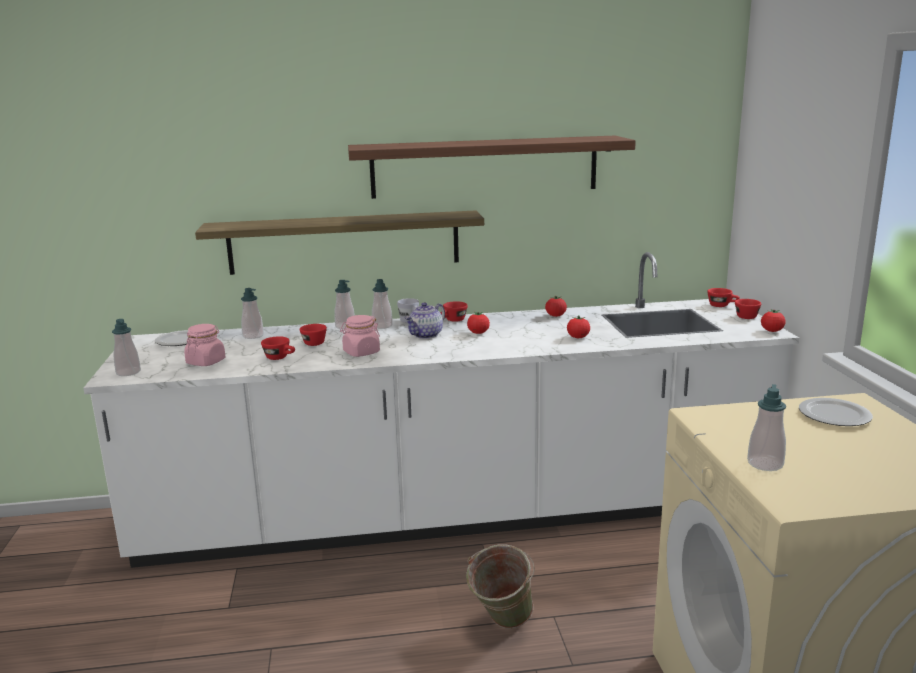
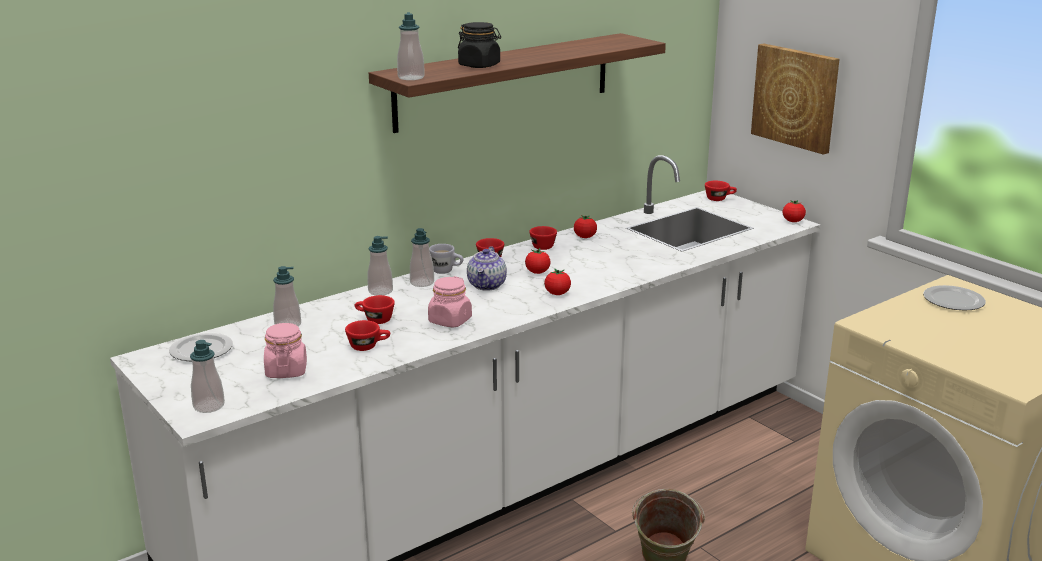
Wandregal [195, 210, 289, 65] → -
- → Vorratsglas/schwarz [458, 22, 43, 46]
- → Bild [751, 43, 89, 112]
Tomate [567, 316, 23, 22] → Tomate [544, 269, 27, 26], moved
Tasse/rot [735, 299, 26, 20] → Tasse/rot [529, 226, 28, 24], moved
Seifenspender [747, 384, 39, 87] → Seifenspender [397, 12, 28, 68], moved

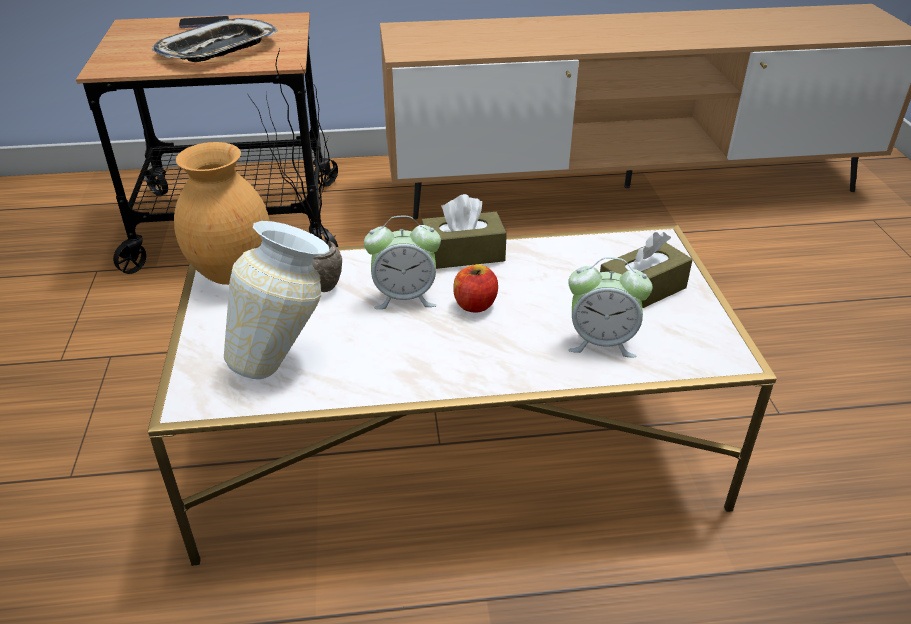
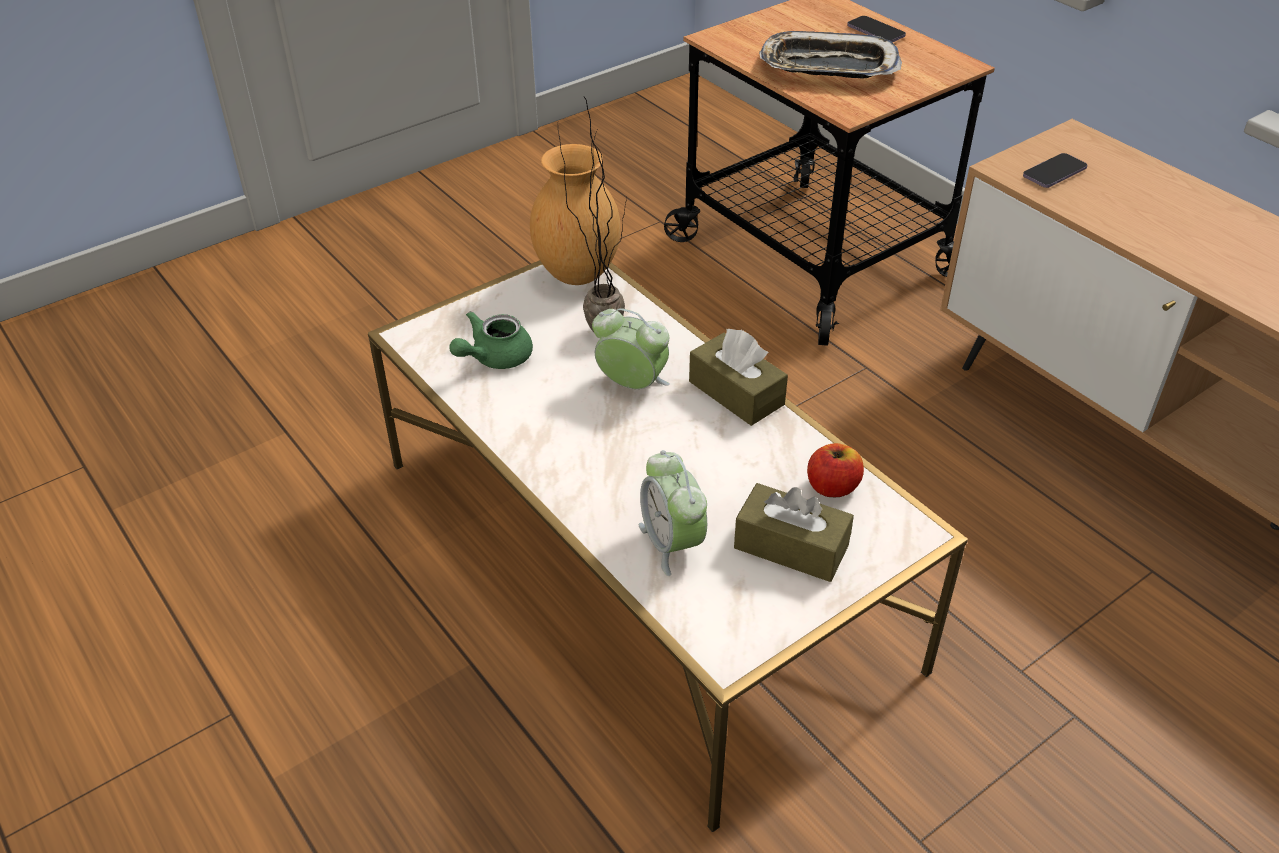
- → Handy [1023, 153, 64, 35]
Apfel [453, 265, 45, 48] → Apfel [807, 443, 57, 54], moved
Vase [224, 221, 106, 158] → Teekanne/grün [449, 311, 84, 58]
Wecker [364, 216, 77, 93] → Wecker [592, 308, 78, 81], 150 degrees clockwise

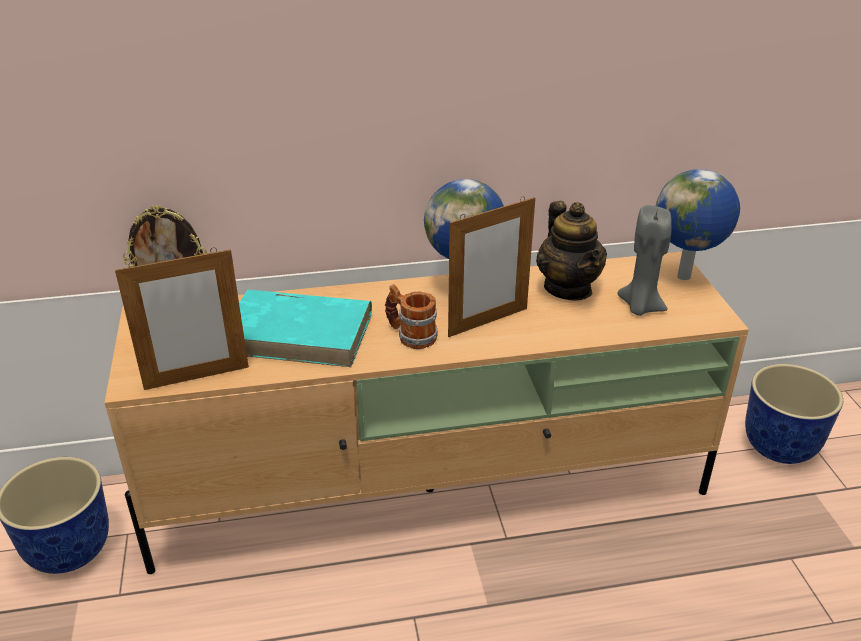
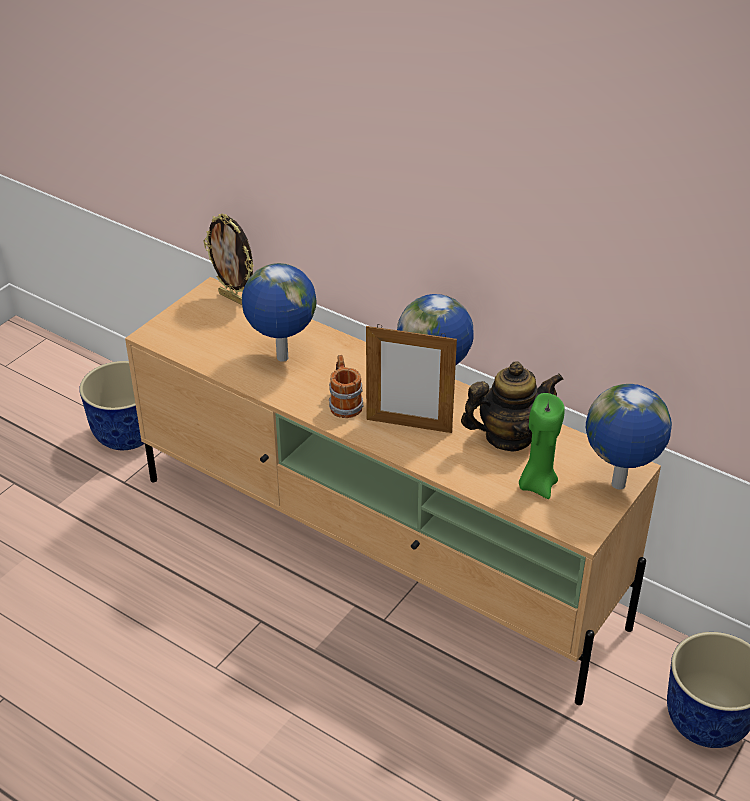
Bilderrahmen [115, 248, 134, 142] → -
Buch/türkis [239, 290, 133, 77] → Globus [242, 263, 75, 99]
Kerze/grau [617, 205, 55, 111] → Kerze/grün [519, 393, 46, 106]
Teekanne [536, 201, 71, 100] → Teekanne [461, 361, 103, 90], 135 degrees counterclockwise

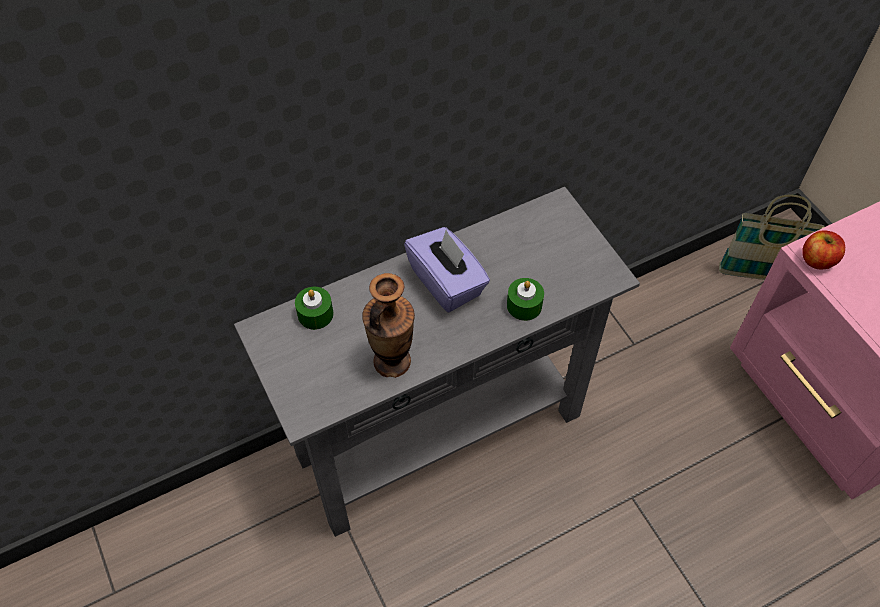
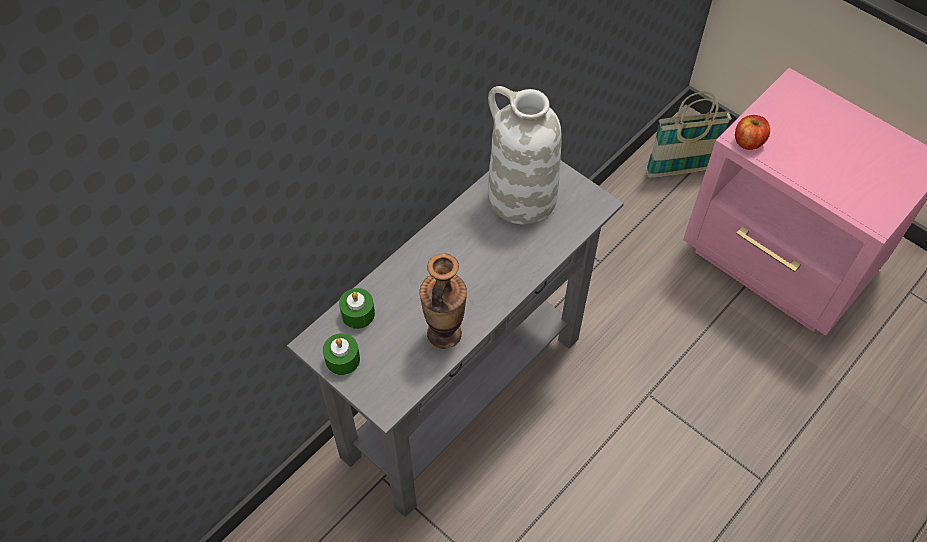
Taschentuchbox/lila [404, 227, 86, 85] → -
- → Vase/weiß [488, 86, 74, 138]
Kerze/grün [507, 278, 37, 43] → Kerze/grün [323, 333, 37, 42], moved

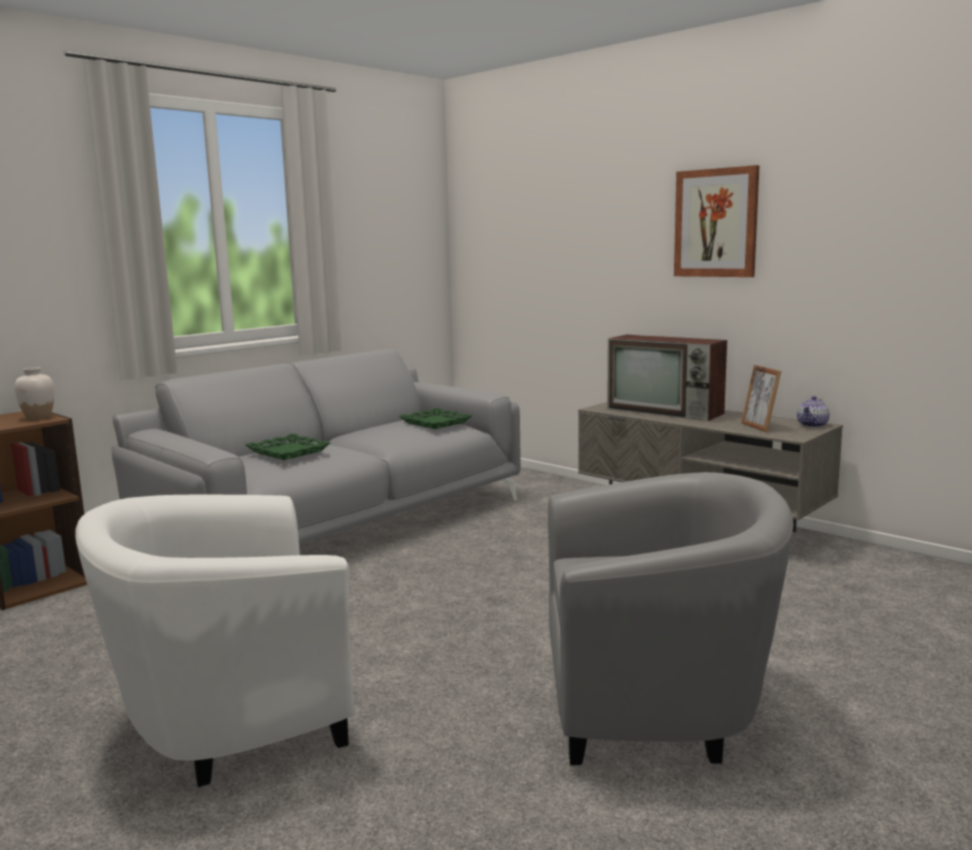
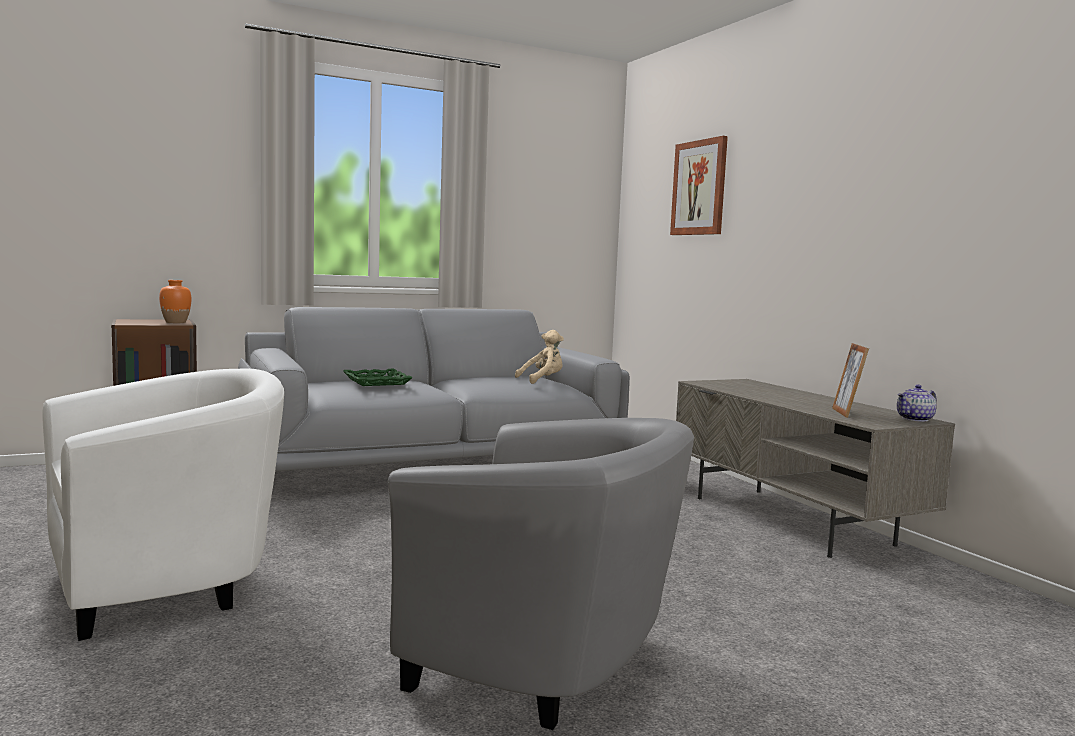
Fernseher [607, 335, 120, 86] → -
Bild [674, 165, 85, 112] → Bild [670, 136, 58, 99], moved
Tablett/grün [399, 408, 74, 21] → Plüschtier/beige [515, 330, 49, 54]
Vase/weiß [15, 367, 39, 52] → Vase/orange [159, 280, 32, 43]
Sessel/weiß [75, 495, 279, 292] → Sessel/weiß [42, 369, 242, 272], 150 degrees clockwise

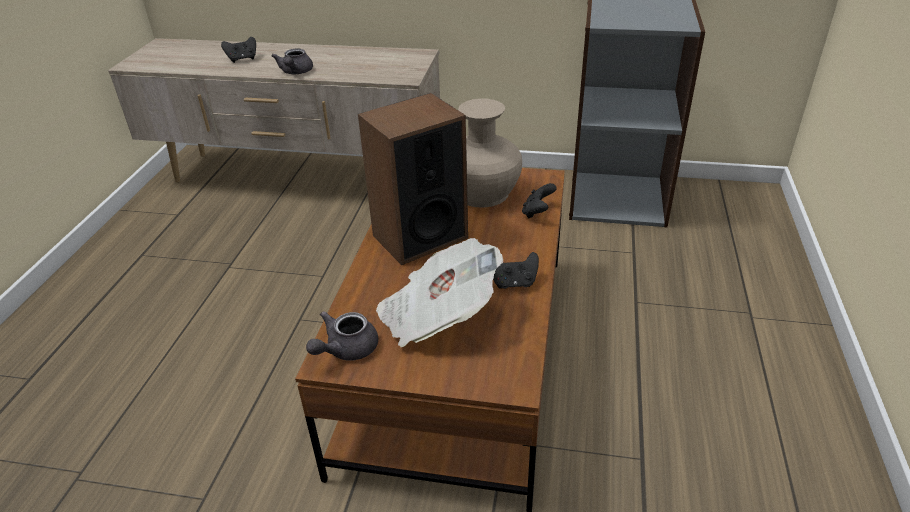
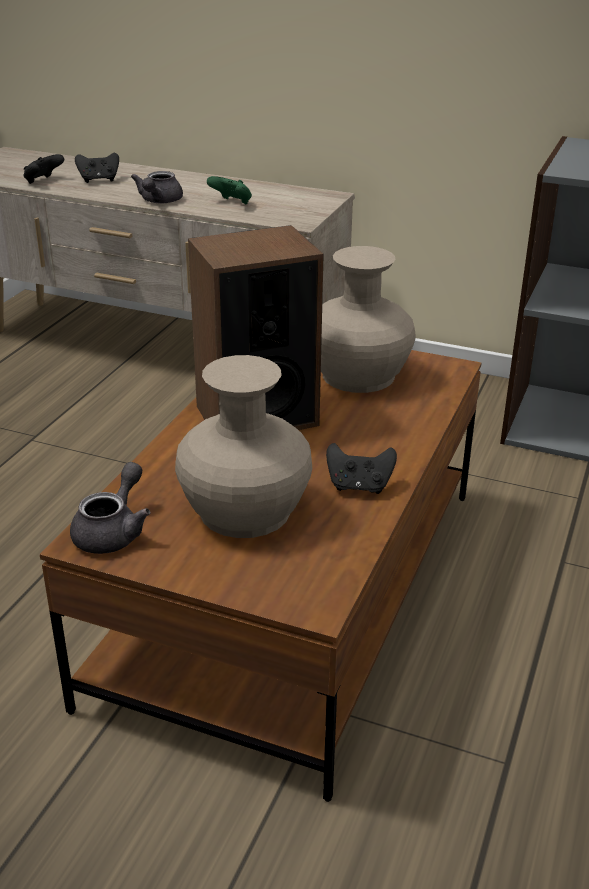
- → Gamepad/grün [207, 176, 45, 28]
Gamepad/schwarz [522, 183, 35, 35] → Gamepad/schwarz [23, 154, 41, 30], moved
Zeitung [376, 238, 127, 109] → Vase/beige [175, 355, 137, 183]
Teekanne/grau [306, 311, 72, 50] → Teekanne/grau [70, 462, 81, 92], 150 degrees clockwise

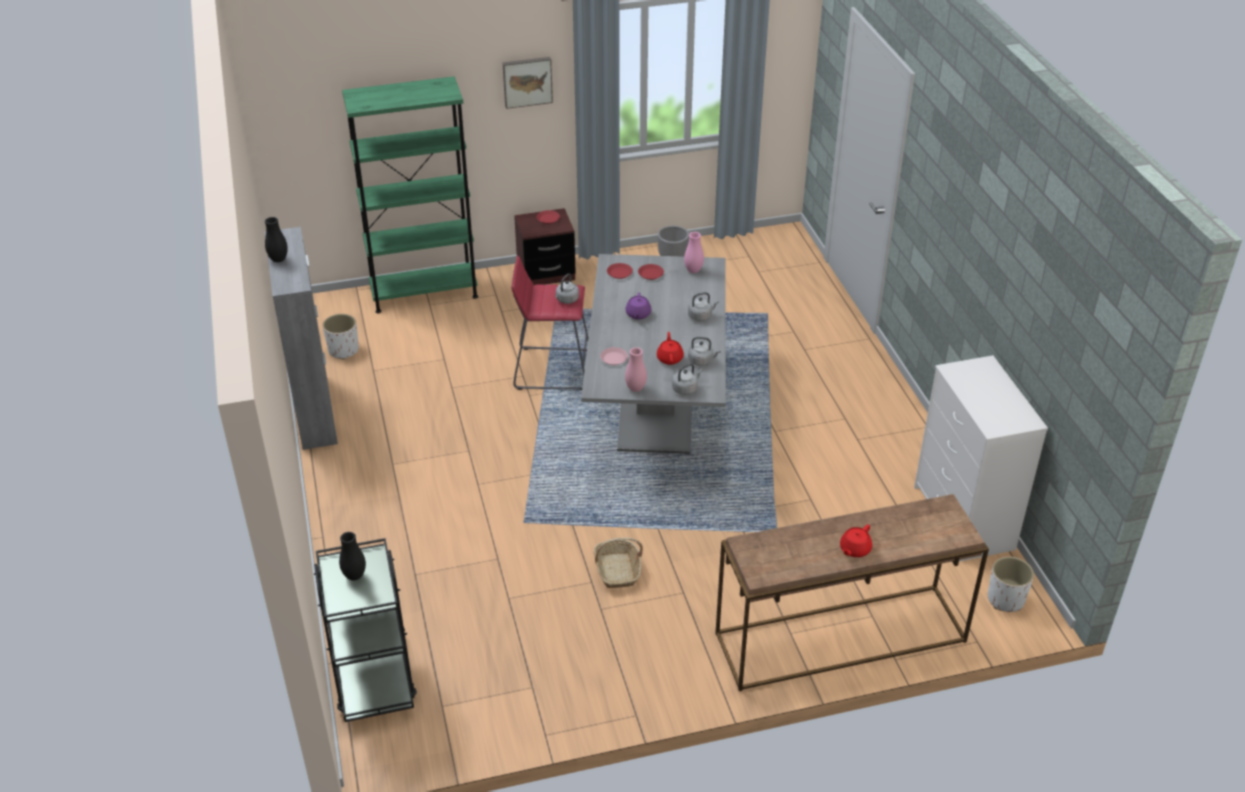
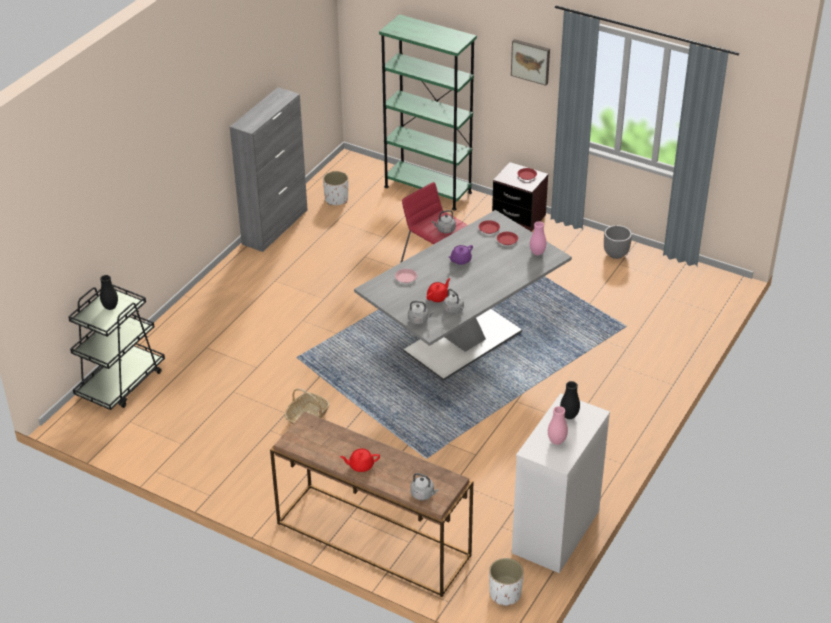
Vase/schwarz [265, 217, 23, 45] → Vase/schwarz [560, 381, 20, 38], moved
Vase/rosa [625, 347, 22, 45] → Vase/rosa [548, 406, 20, 39], moved
Wasserkessel/grau [688, 292, 31, 29] → Wasserkessel/grau [410, 473, 29, 27], moved

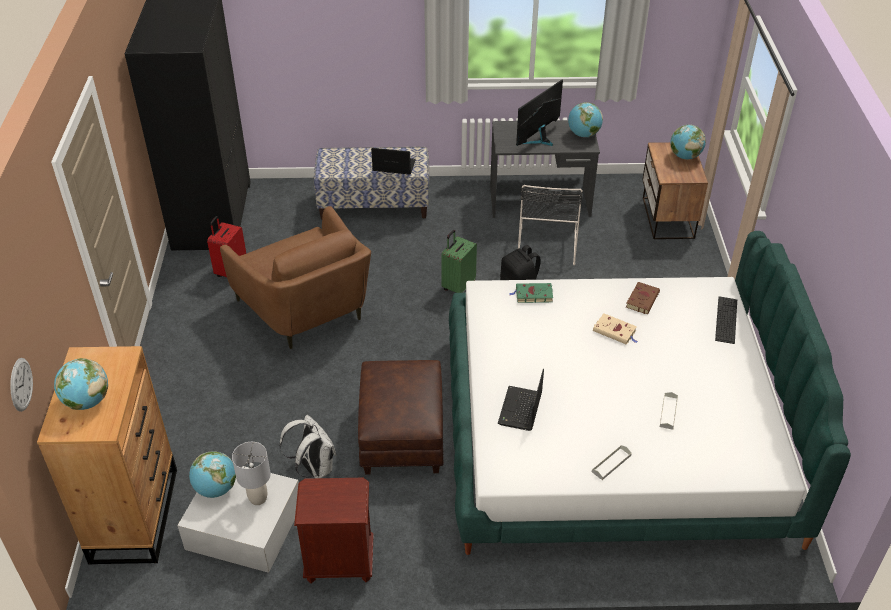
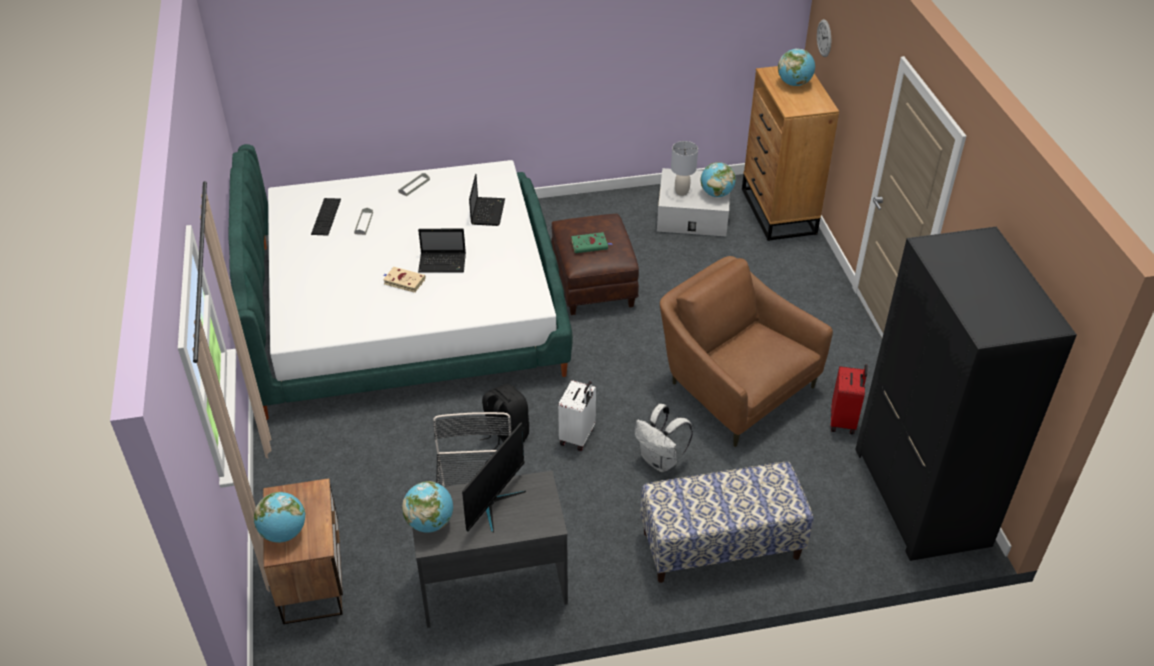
Nachttisch/braun [294, 478, 80, 105] → -
Buch/braun [626, 282, 34, 32] → -
Rucksack/weiß [279, 415, 57, 63] → Rucksack/weiß [634, 404, 59, 68], moved
Laptop [371, 148, 45, 27] → Laptop [418, 229, 48, 44], moved
Buch/grün [510, 283, 43, 20] → Buch/grün [571, 232, 42, 21], moved
Tastatur [715, 296, 22, 48] → Tastatur [311, 198, 30, 38], moved
Koffer/grün [441, 230, 36, 63] → Koffer/weiß [558, 380, 38, 71]

